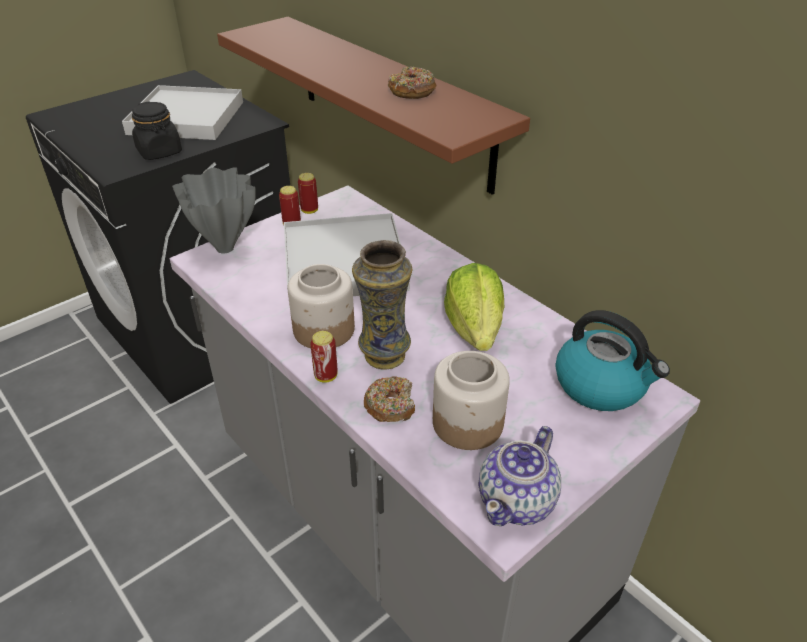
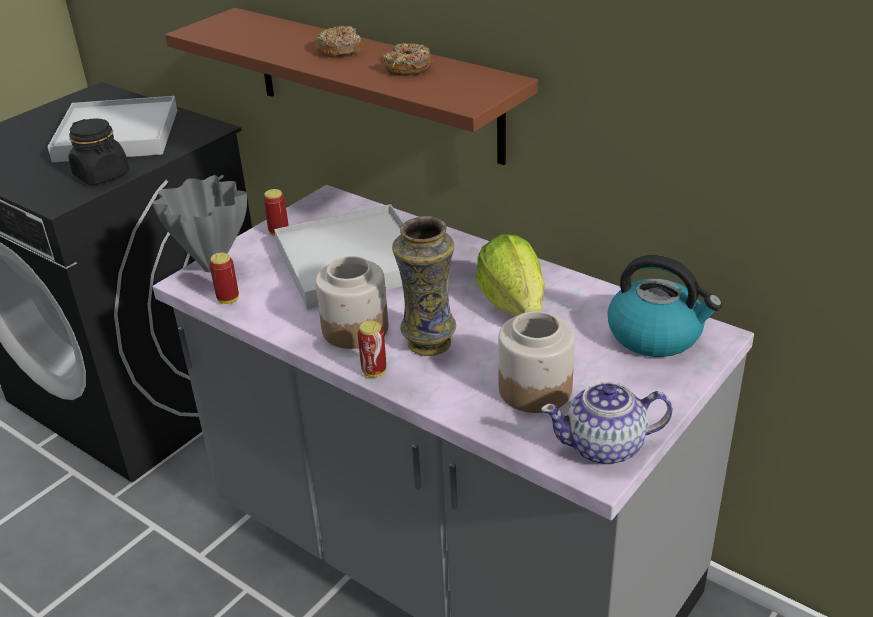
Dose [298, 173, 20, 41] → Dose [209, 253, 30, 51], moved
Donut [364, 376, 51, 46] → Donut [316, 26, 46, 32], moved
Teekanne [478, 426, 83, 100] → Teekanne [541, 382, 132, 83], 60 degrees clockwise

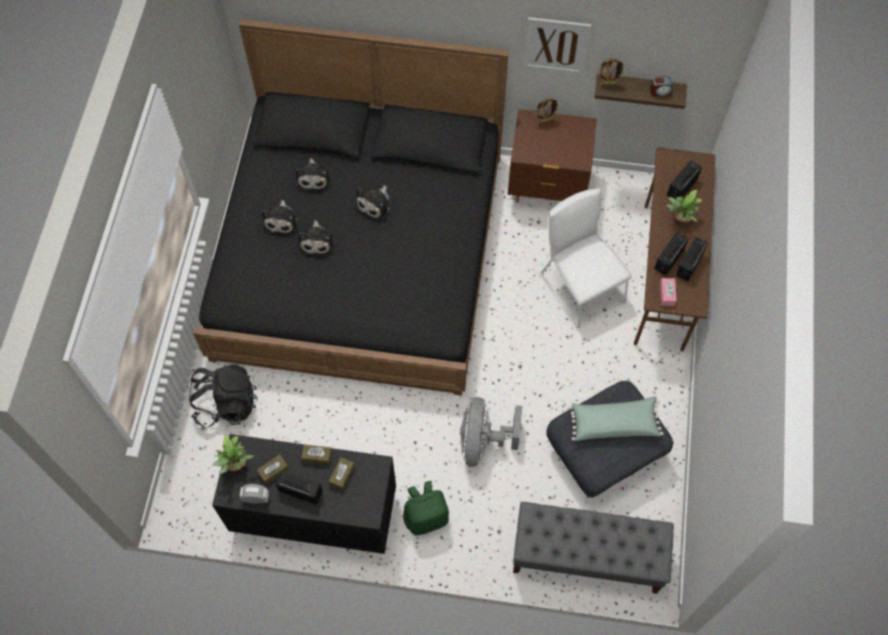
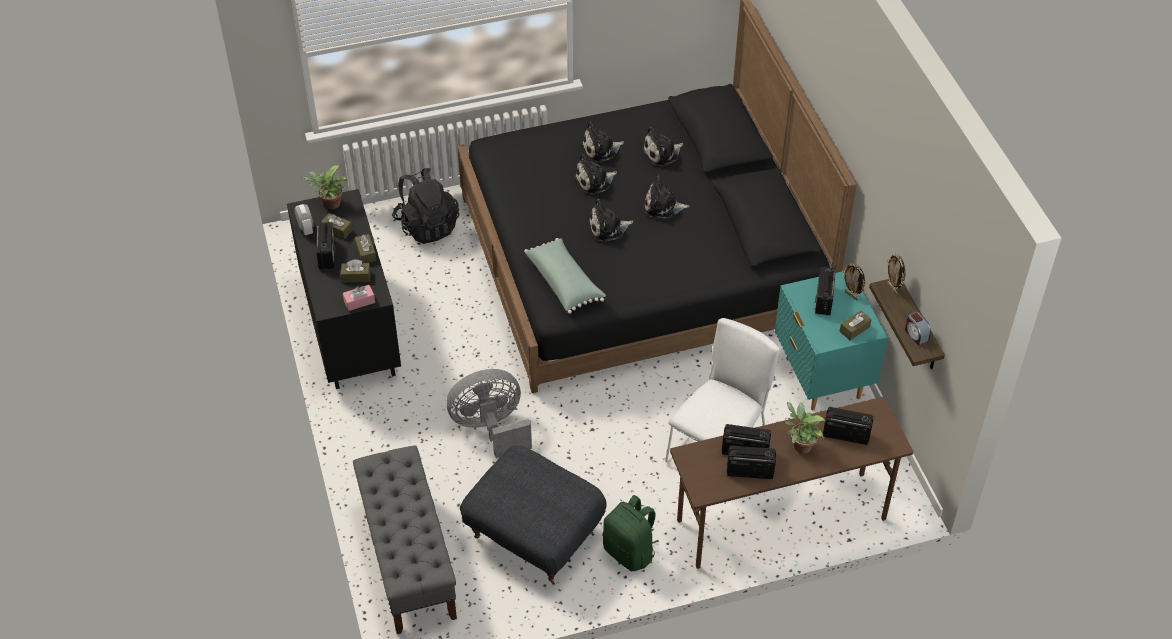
Bild [523, 17, 68, 58] → -
- → Plüschtier [589, 199, 44, 43]
- → Radio [815, 267, 21, 48]
- → Taschentuchbox/braun [840, 311, 32, 29]
Rucksack/grün [403, 481, 46, 55] → Rucksack/grün [603, 495, 56, 76], moved
Kissen/grün [569, 397, 95, 44] → Kissen/grün [524, 238, 82, 76], moved
Taschentuchbox/rosa [660, 278, 17, 28] → Taschentuchbox/rosa [343, 285, 32, 26], moved
Nachttisch/braun [508, 109, 89, 94] → Nachttisch/türkis [775, 271, 113, 139]

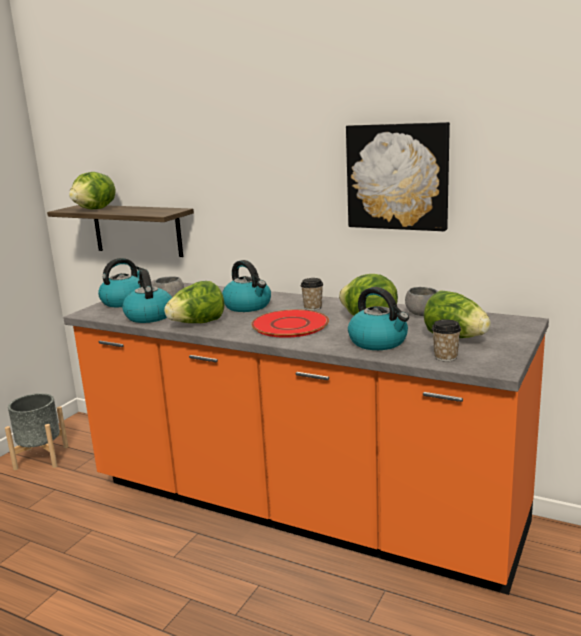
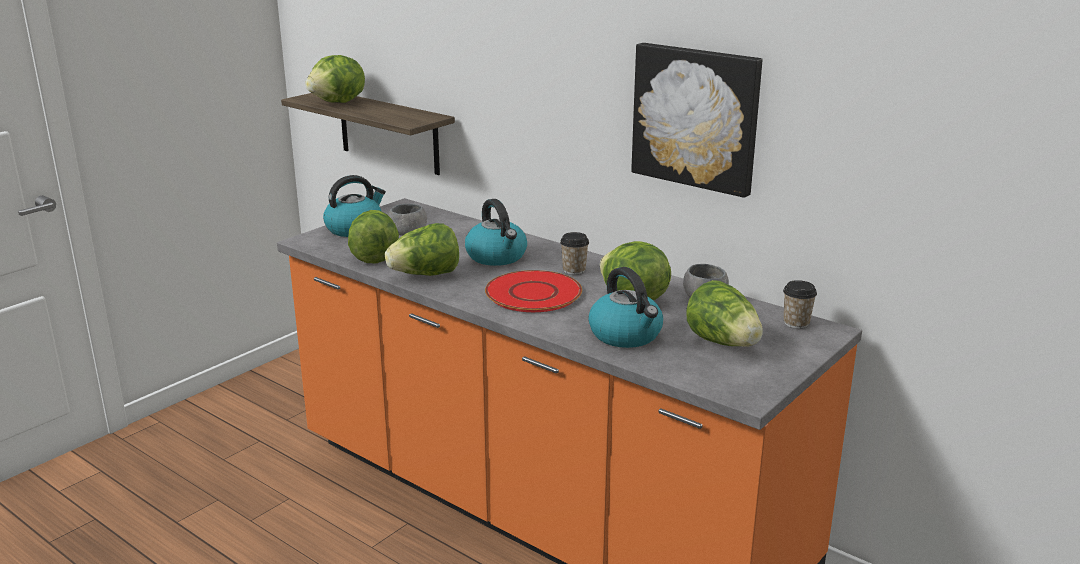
Pflanzkübel/grau [5, 393, 64, 77] → -
Tasse [432, 319, 29, 43] → Tasse [783, 280, 34, 49], moved
Wasserkessel [122, 269, 50, 54] → Salatkopf [348, 210, 51, 54]

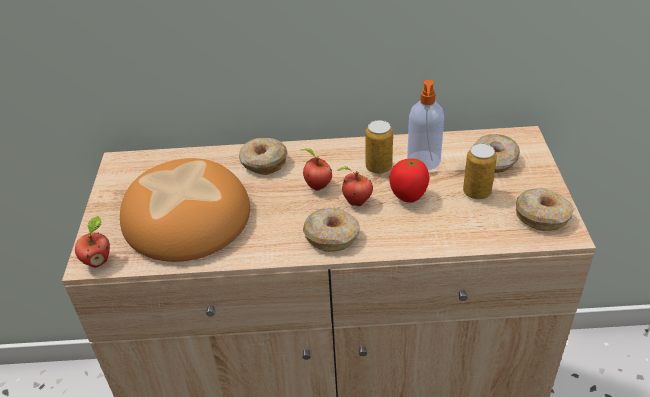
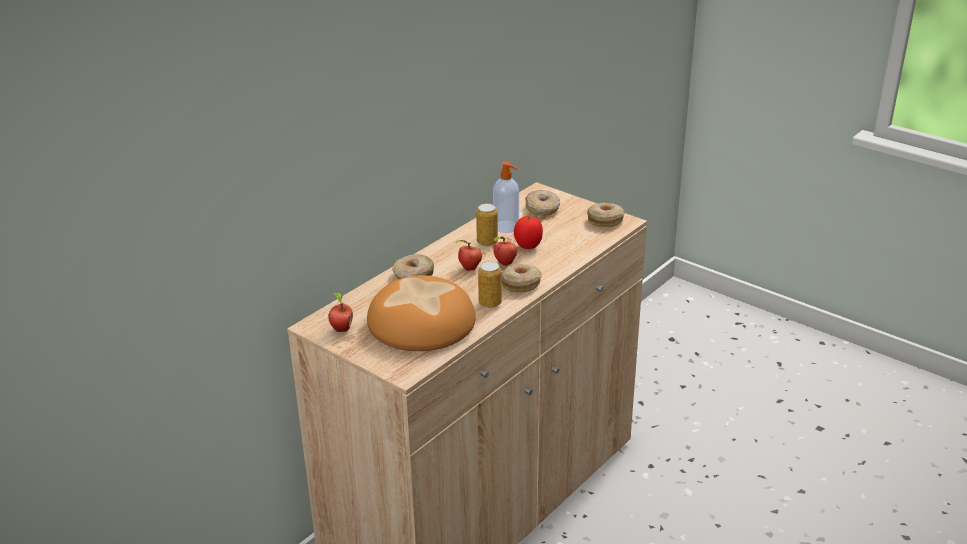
Apfel [75, 216, 35, 51] → Apfel [328, 292, 25, 40], moved
Dose [463, 143, 34, 56] → Dose [478, 261, 24, 47], moved

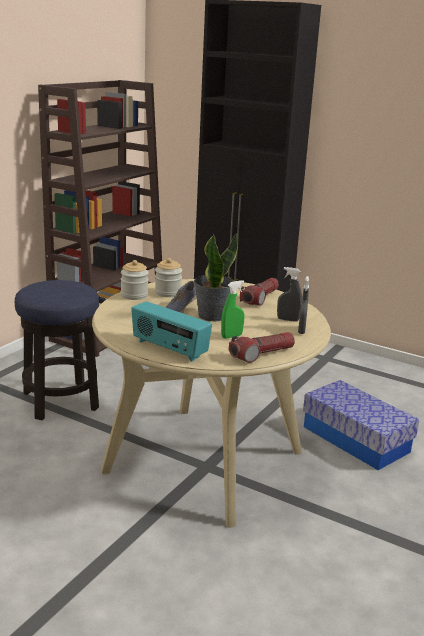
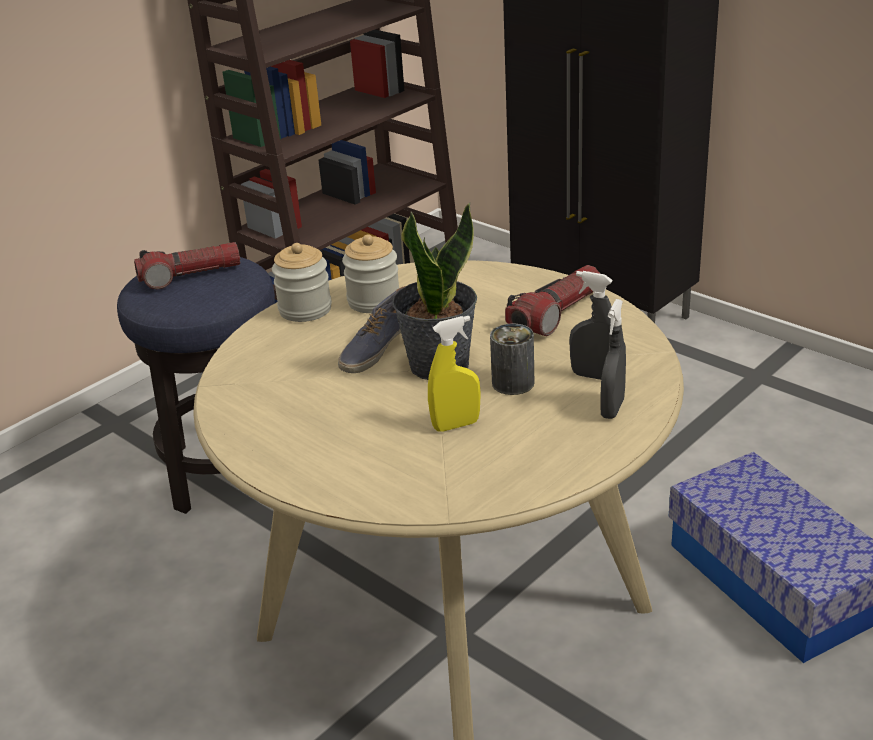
Radio [131, 301, 81, 61] → -
- → Dose [490, 323, 44, 72]
Taschenlampe [228, 332, 67, 31] → Taschenlampe [134, 242, 106, 47], moved
Sprühflasche/grün [221, 280, 24, 59] → Sprühflasche/gelb [428, 316, 53, 116]

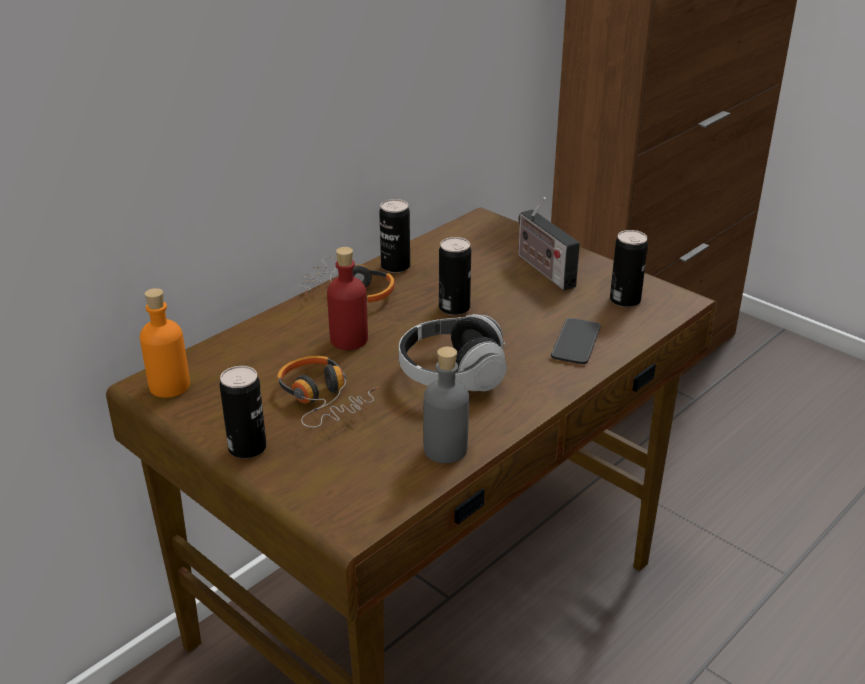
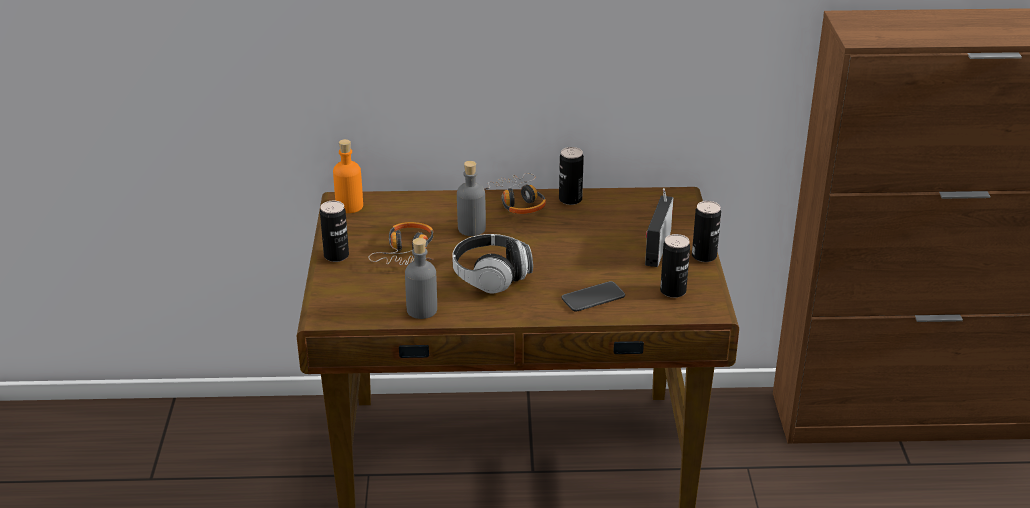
Dose [439, 237, 32, 78] → Dose [692, 201, 29, 61], moved
Flasche/rot [327, 247, 41, 103] → Flasche/grau [457, 161, 29, 75]

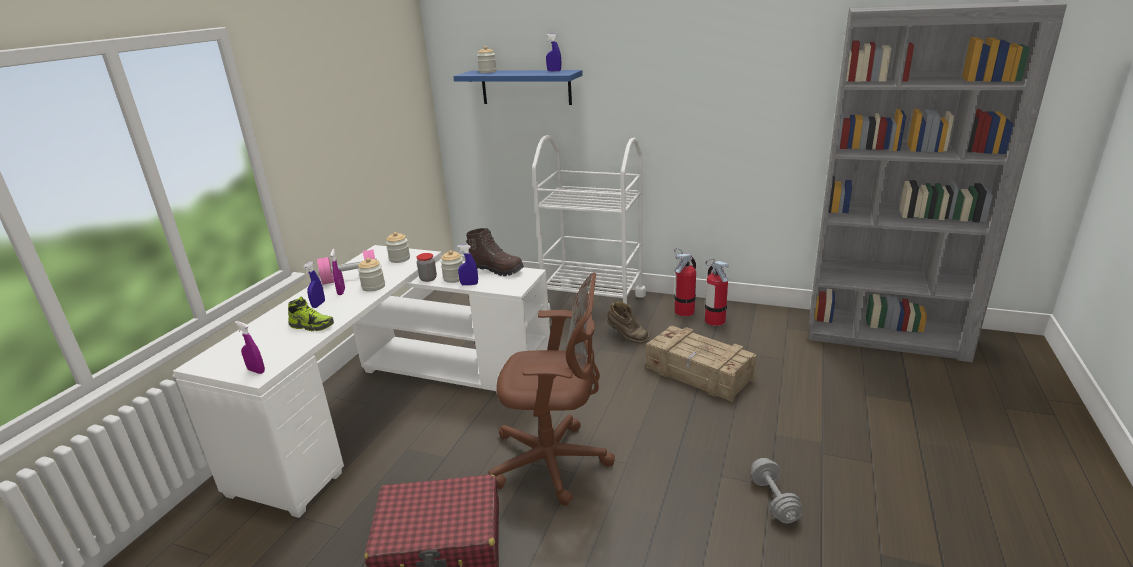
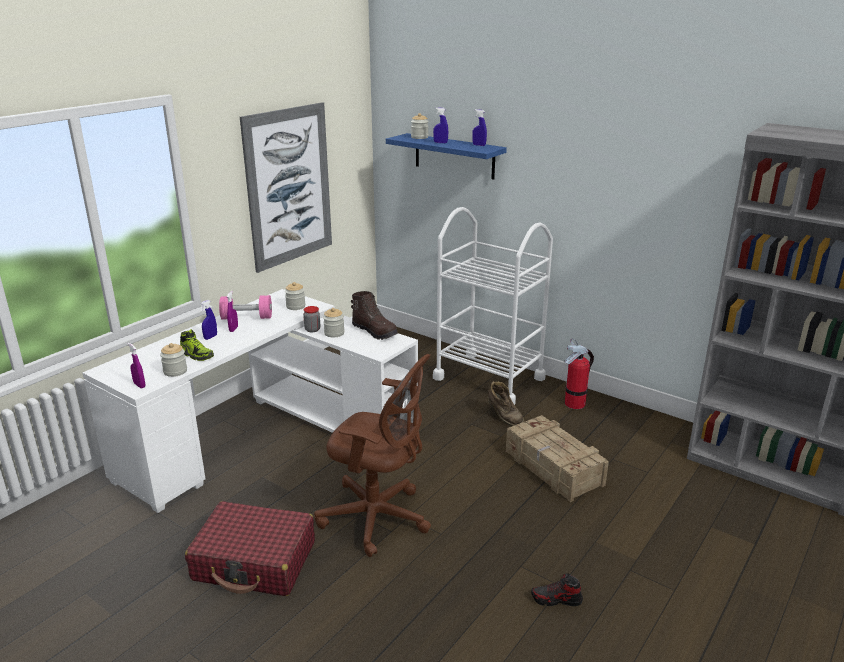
Feuerlöscher [705, 258, 24, 68] → -
- → Bild [240, 102, 92, 171]
Vorratsglas [358, 258, 27, 34] → Vorratsglas [160, 343, 27, 34], moved
Sprühflasche/blau [457, 245, 21, 41] → Sprühflasche/blau [433, 107, 15, 36], moved
Hantel/grau [751, 458, 51, 65] → Schuh [531, 573, 52, 33]

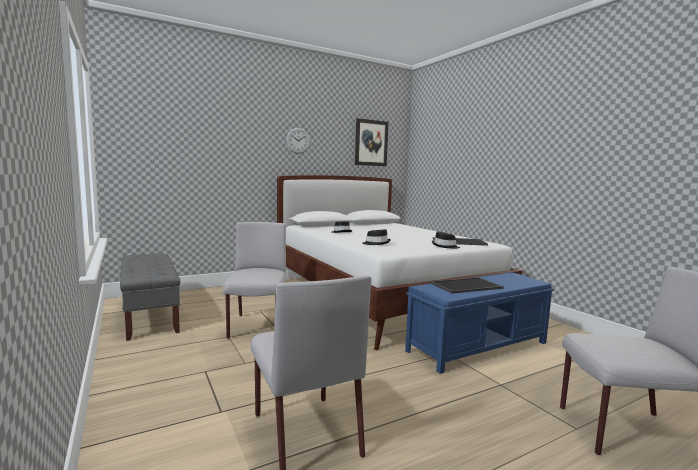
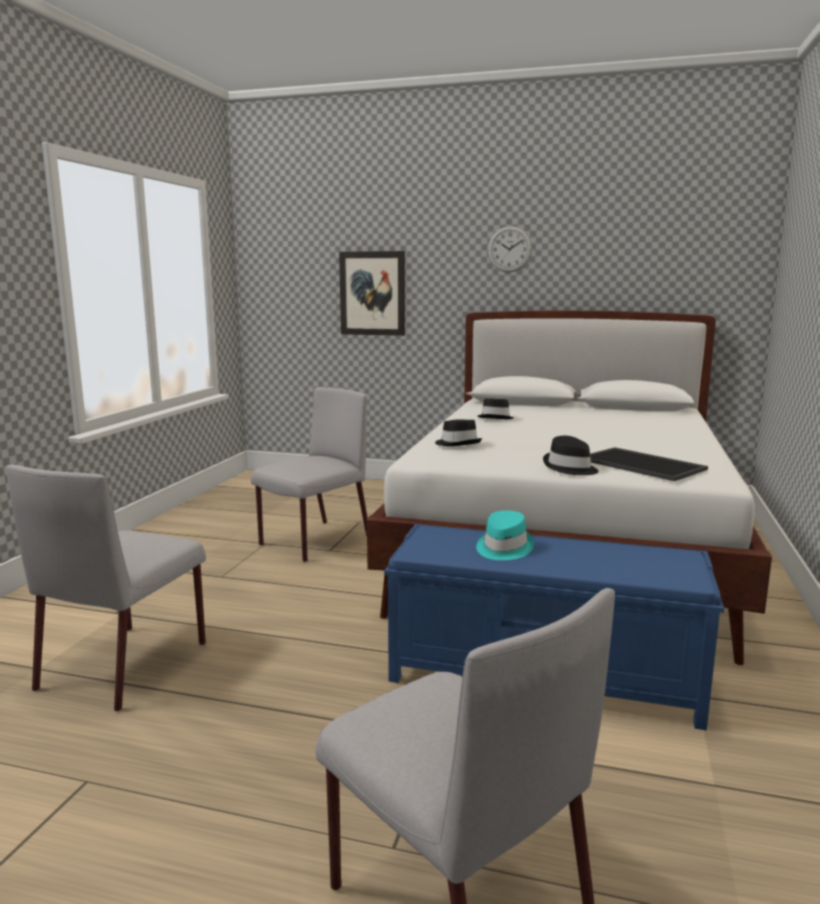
Bank/grau [120, 253, 60, 88] → -
Bild [355, 118, 33, 48] → Bild [339, 251, 66, 85], moved
Tablett [430, 277, 74, 17] → Hut/türkis [476, 510, 58, 50]

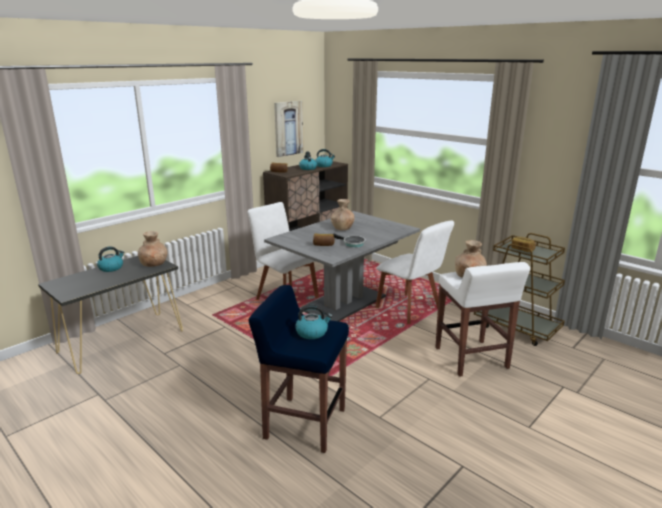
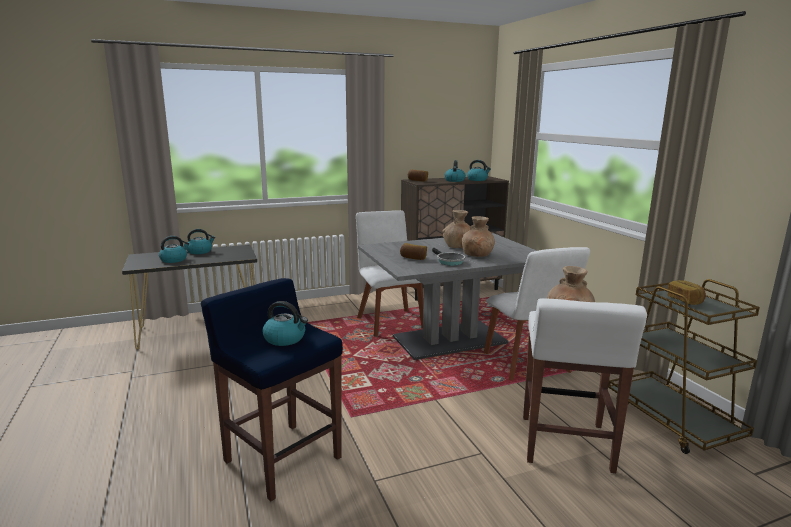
Bild [274, 101, 30, 56] → -
- → Wasserkessel [159, 236, 30, 27]
Vase/braun [138, 231, 30, 36] → Vase/braun [462, 216, 33, 41], moved

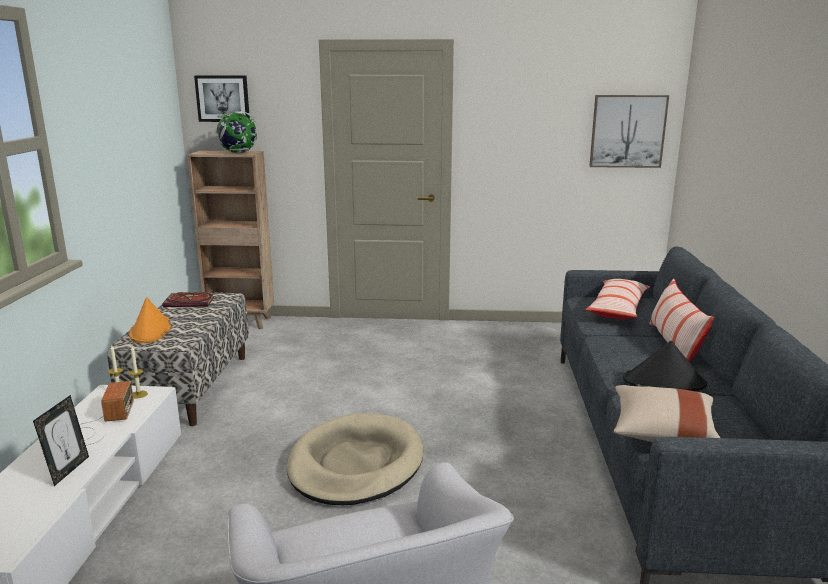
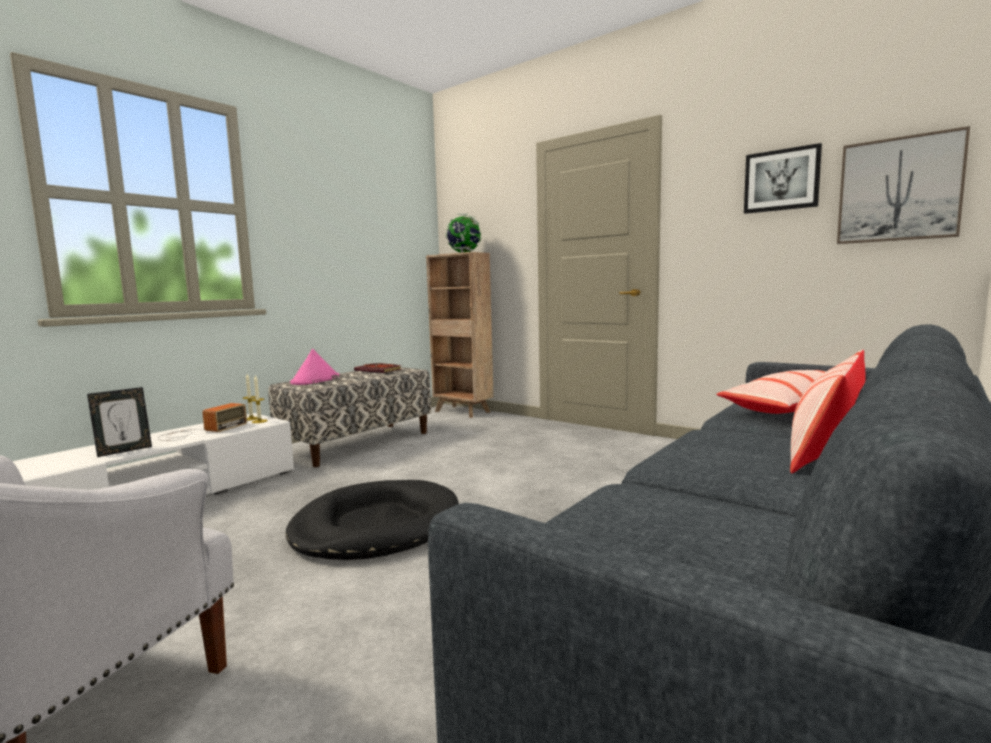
Kissen/beige [614, 385, 106, 57] → -
Hut/schwarz [623, 341, 84, 50] → -
Bild [194, 75, 56, 47] → Bild [744, 143, 78, 71], moved
Hut/orange [129, 297, 42, 46] → Hut/rosa [290, 349, 49, 36]
Hundebett/beige [287, 413, 137, 92] → Hundebett/schwarz [286, 480, 173, 80]

